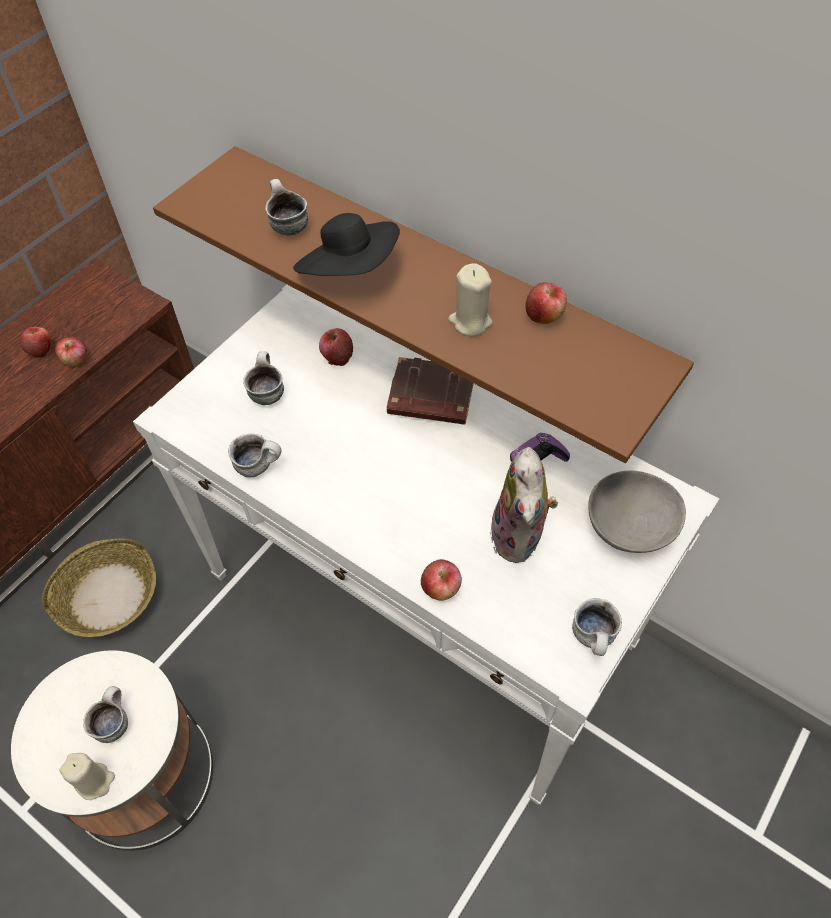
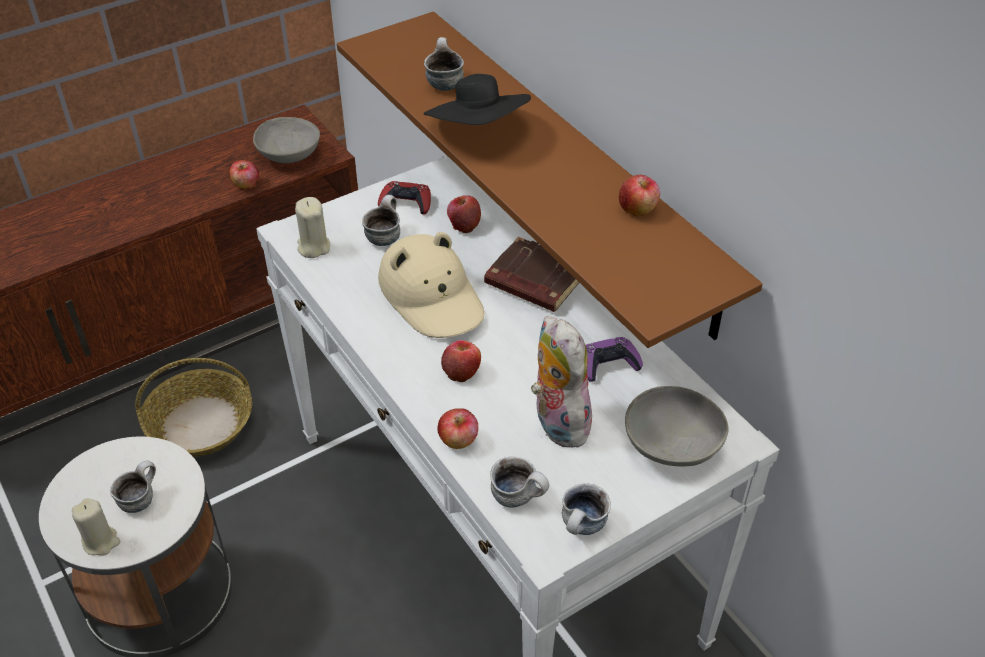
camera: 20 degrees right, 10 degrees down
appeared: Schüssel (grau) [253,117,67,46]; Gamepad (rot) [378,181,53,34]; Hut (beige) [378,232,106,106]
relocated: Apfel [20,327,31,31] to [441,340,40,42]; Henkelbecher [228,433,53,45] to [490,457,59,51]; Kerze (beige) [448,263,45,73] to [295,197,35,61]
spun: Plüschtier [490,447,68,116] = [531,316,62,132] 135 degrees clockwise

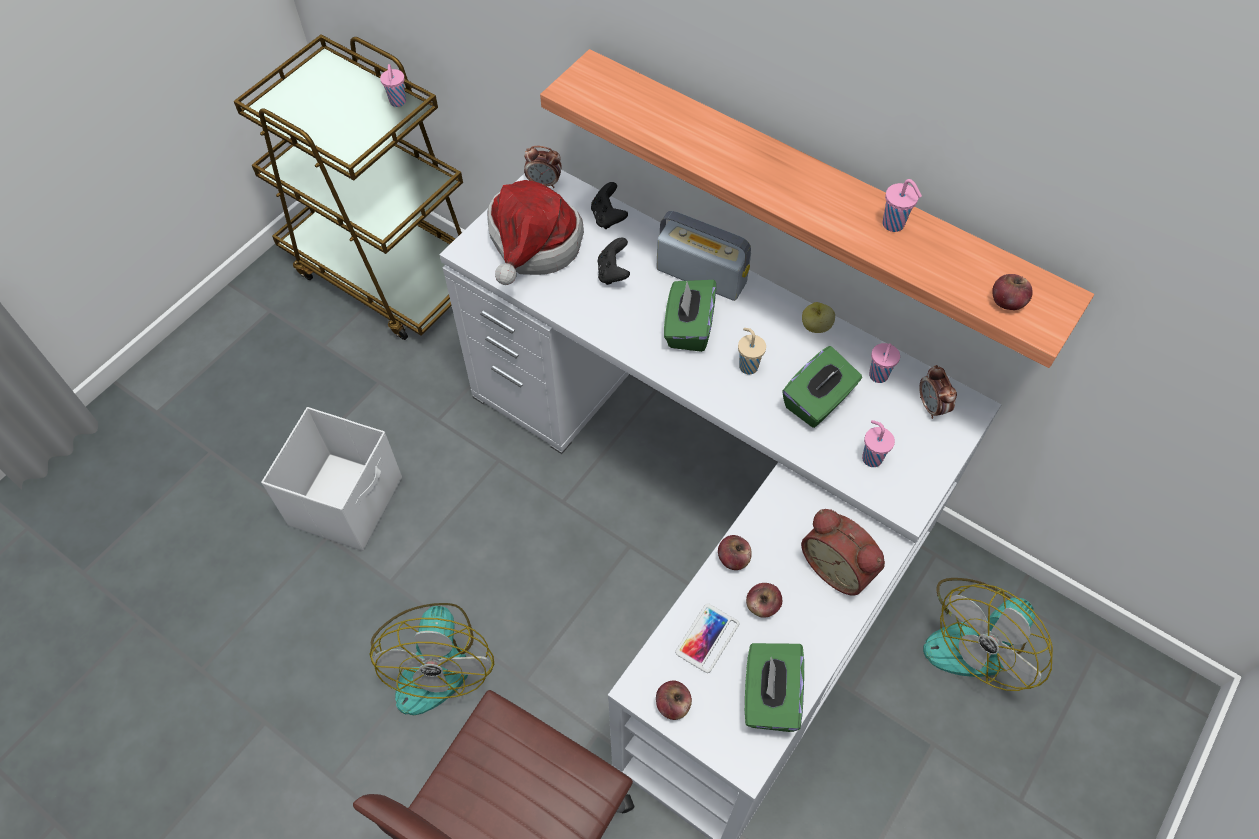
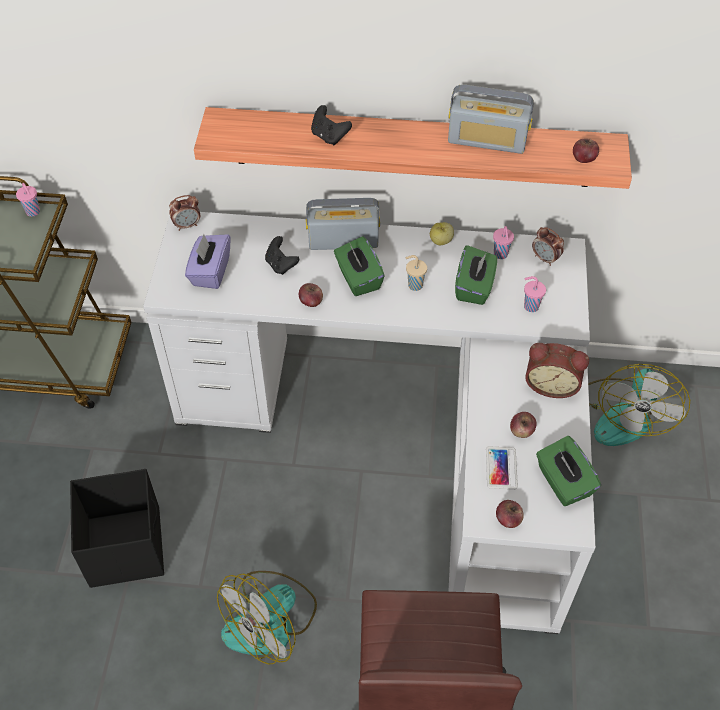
camera: 30 degrees left, 5 degrees down
relocated: Gamepad (schwarz) [591,182,37,47] to [311,105,41,40]; Apfel [718,535,34,35] to [299,283,24,24]
exchanged: Hut [487,180,97,105] to Taschentuchbox (lila) [185,234,45,55]; Tasse (rosa) [882,179,40,53] to Radio [448,85,86,69]
colour: Aufbewahrungsbox (weiß) [261,407,141,144] to Aufbewahrungsbox (schwarz) [70,469,94,119]
spun: Ventilator [370,603,124,112] = [217,571,100,94] 75 degrees clockwise

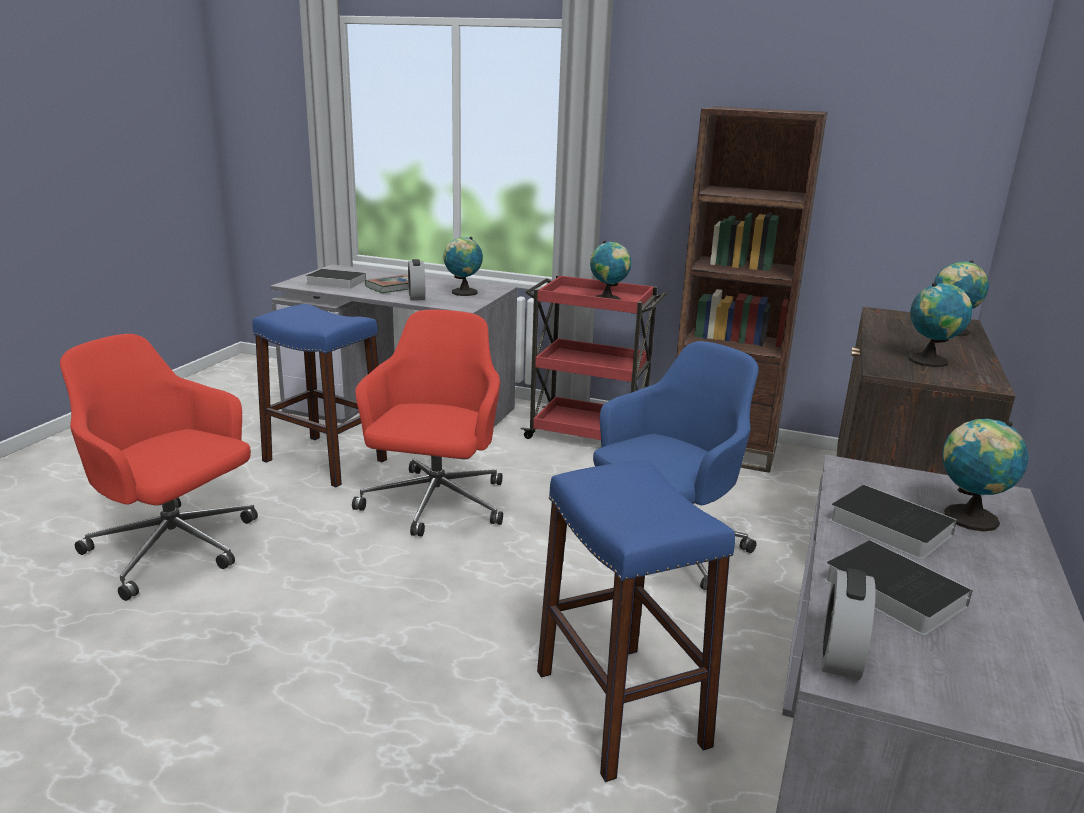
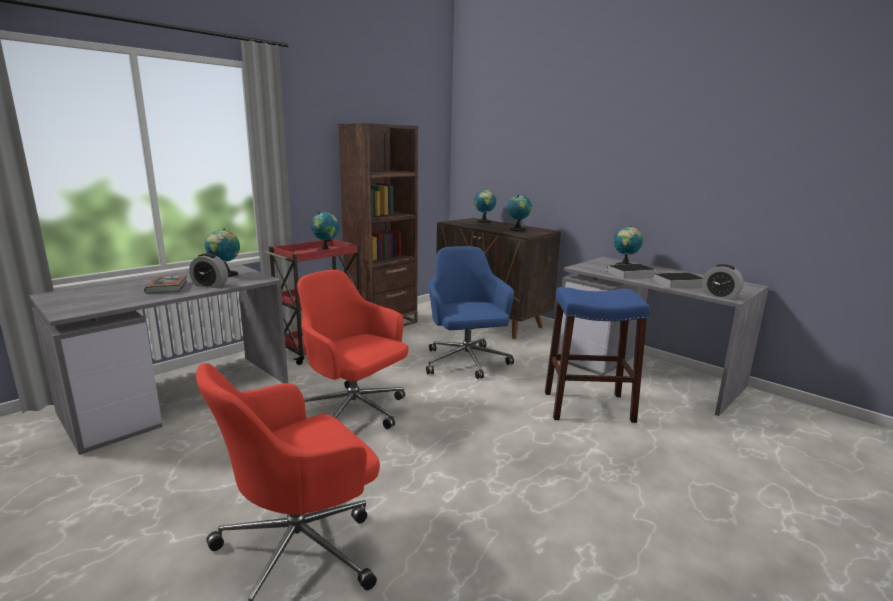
camera: 65 degrees left, 5 degrees down
missing: Hocker (blau) [252,304,135,183]; Buch [306,269,60,20]

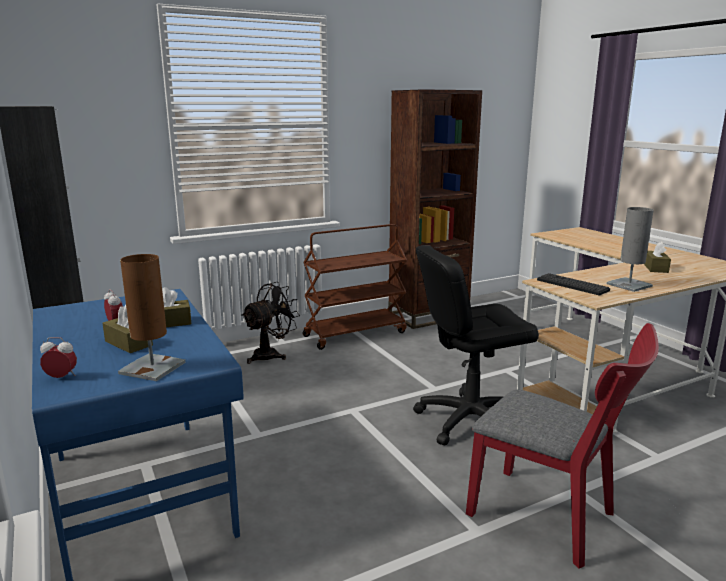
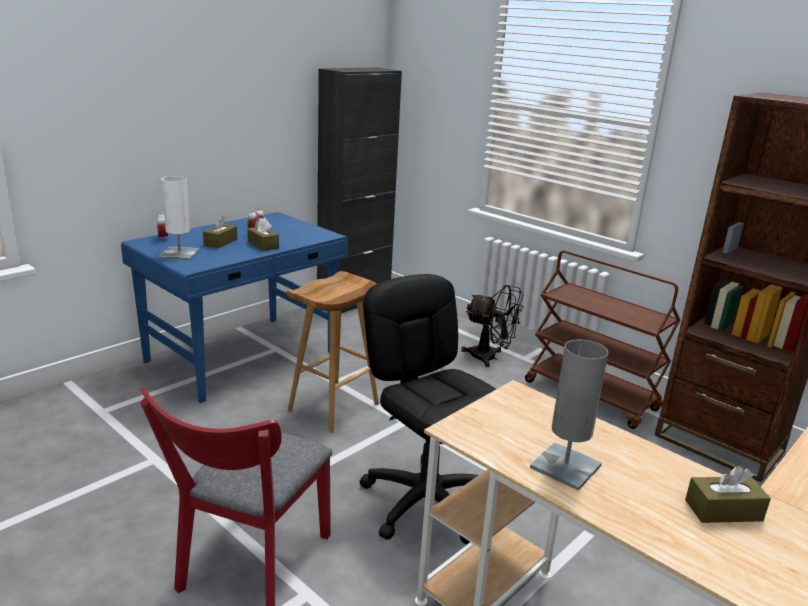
camera: 70 degrees right, 5 degrees up
missing: Tastatur [537,273,73,22]
appeared: Hocker (braun) [287,271,92,162]
colour: Tischlampe (braun) [118,254,67,127] to Tischlampe (weiß) [159,176,40,84]

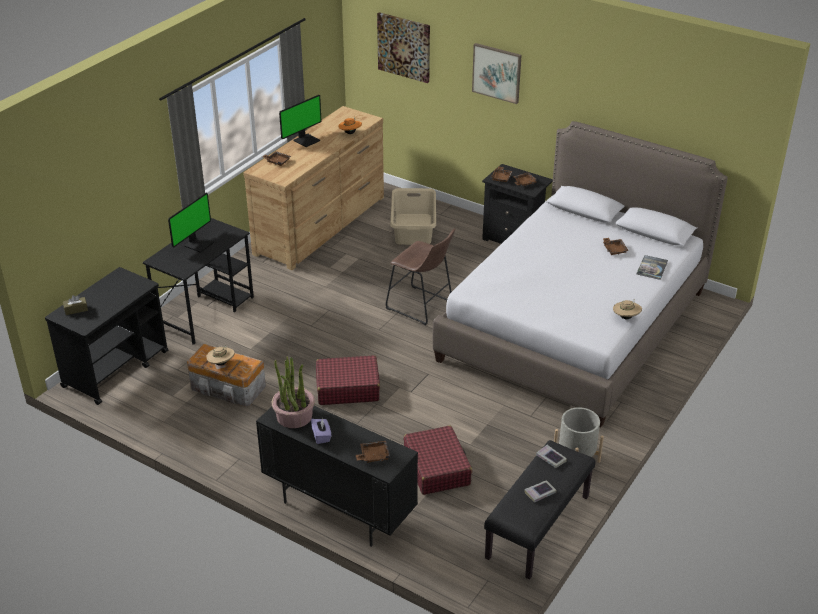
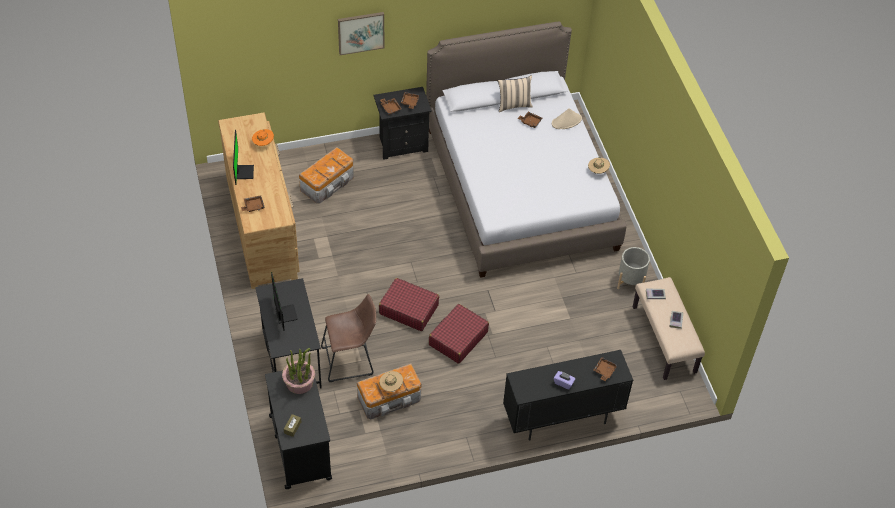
camera: 50 degrees left, 15 degrees up
missing: Bild [377,12,53,71]
appeared: Kissen (beige) [498,75,35,37]
relocated: Topfpflanze [272,357,43,71] to [282,348,33,46]; Hocker (braun) [386,228,69,97] to [321,294,55,88]; Koffer (rot) [404,425,68,70] to [379,278,60,53]
exchanged: Wäschekorb (beige) [390,188,46,57] to Aufbewahrungsbox [299,147,55,57]; Buch [636,255,32,25] to Hut (beige) [552,108,30,21]
colour: Bank (schwarz) [484,440,111,140] to Bank (beige) [633,277,72,103]

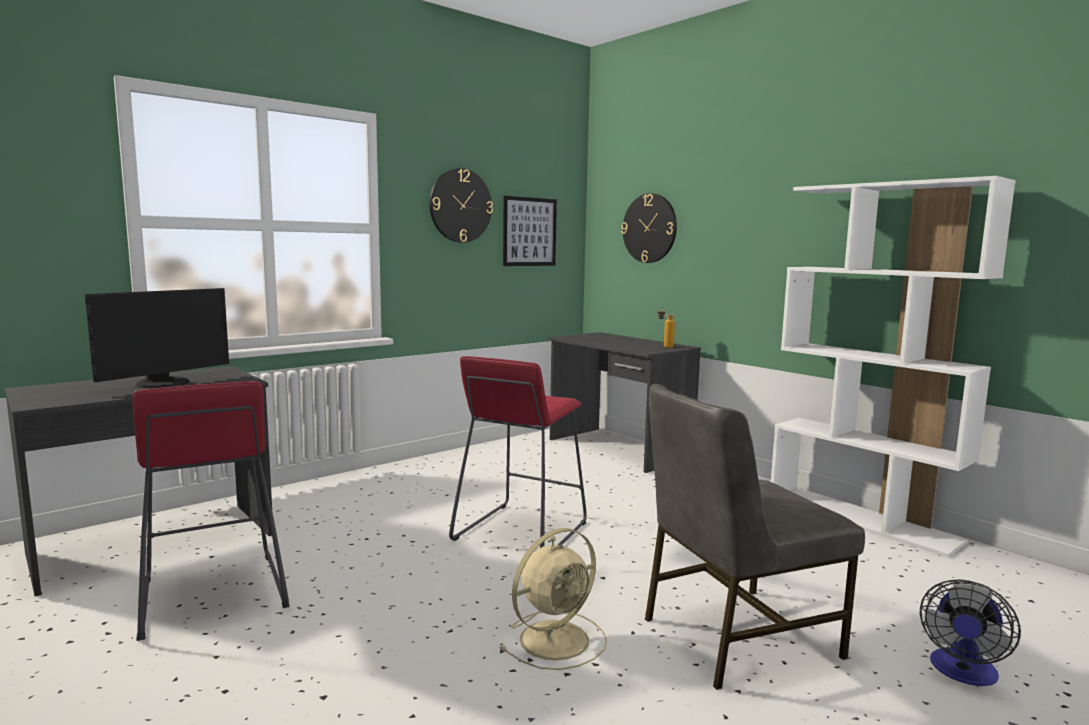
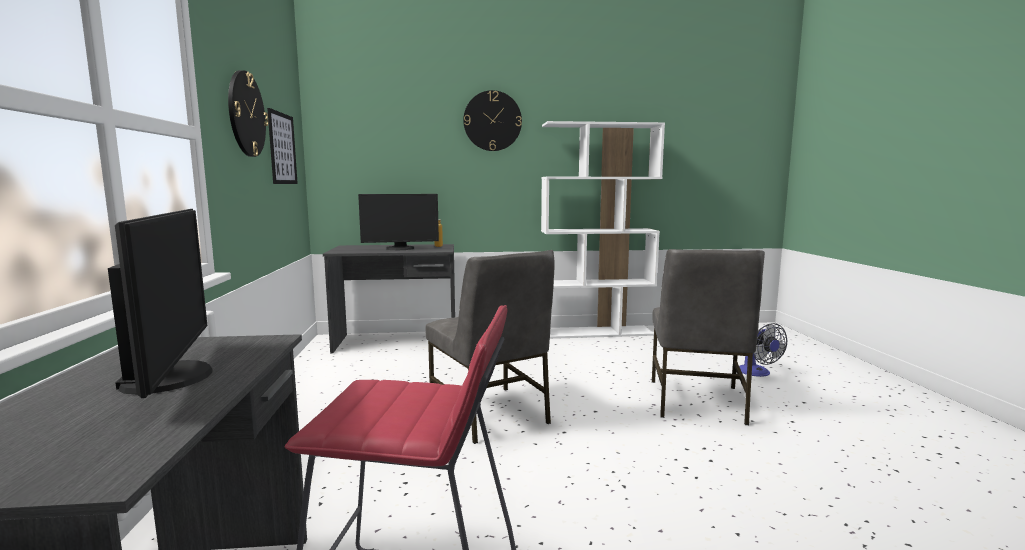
camera: 55 degrees left, 0 degrees up
missing: Ventilator (beige) [500,528,107,142]
appeared: Monitor [358,194,81,56]
relocated: Wanduhr [621,193,56,70] to [463,90,59,61]
exchanged: Hocker (rot) [449,356,138,192] to Stuhl (grau) [425,250,130,194]

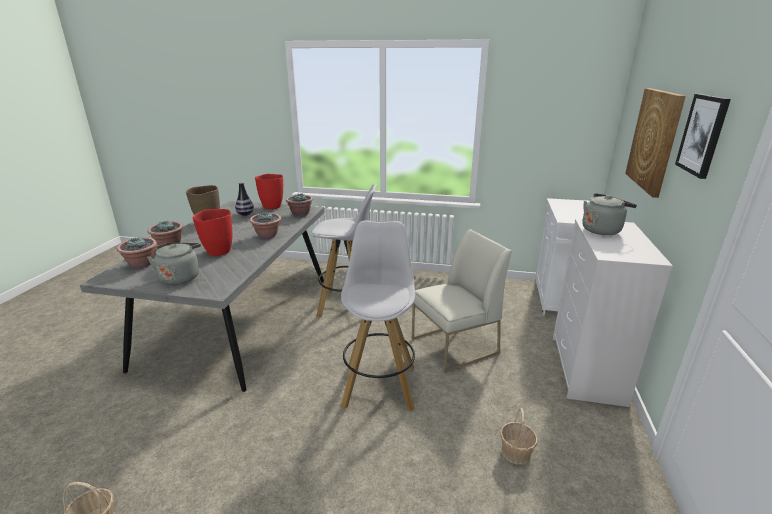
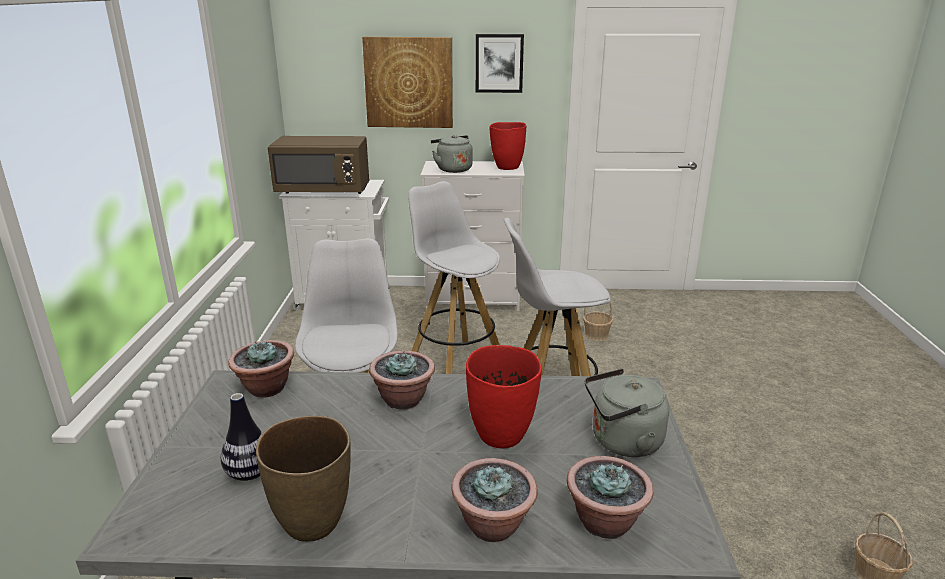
camera: 100 degrees left, 0 degrees up
appeared: Mikrowelle (braun) [268,136,102,58]
relocated: Vase (rot) [255,174,28,35] to [489,122,37,48]
exchanged: Stuhl (weiß) [412,229,100,144] to Hocker (weiß) [408,181,92,193]

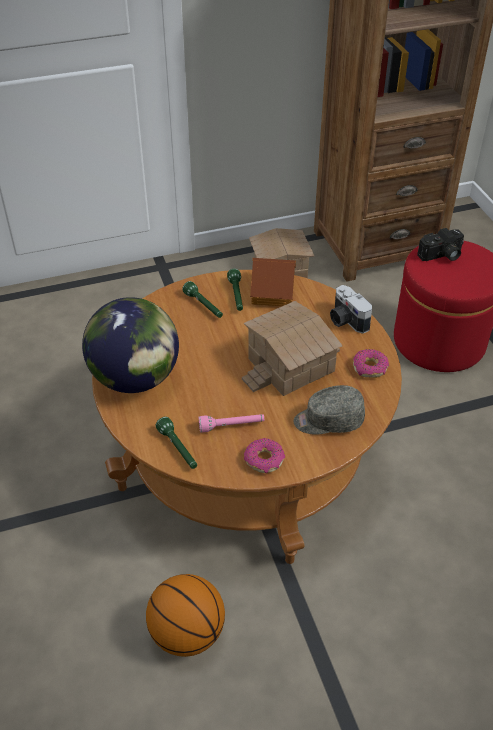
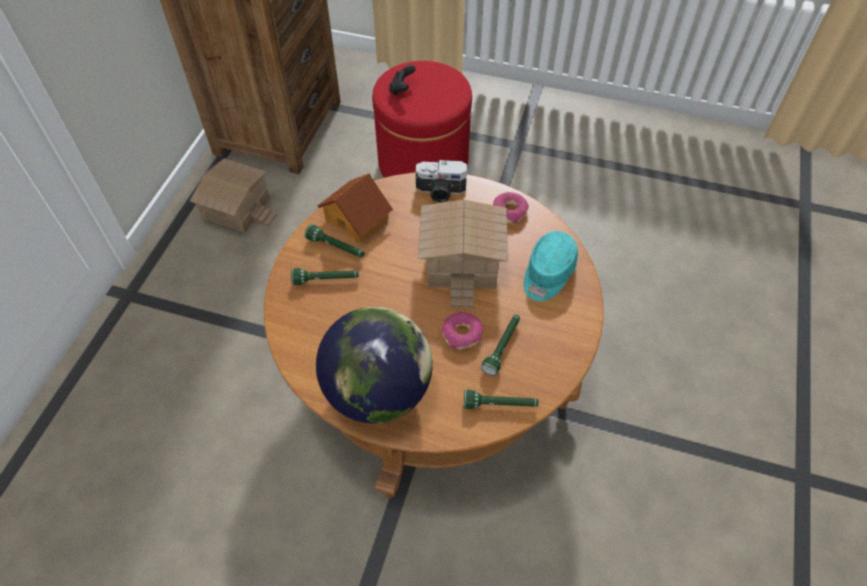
camera: 55 degrees left, 10 degrees up
missing: Basketball [146,574,79,83]
relocated: Donut [244,438,41,35] to [442,312,41,37]
exchanged: Kamera [417,228,47,33] to Gamepad (schwarz) [389,65,27,30]
colour: Taschenlampe (rosa) [198,414,66,18] to Taschenlampe (grün) [481,315,39,61]; Kappe (grau) [294,385,71,50] to Kappe (türkis) [524,231,54,70]

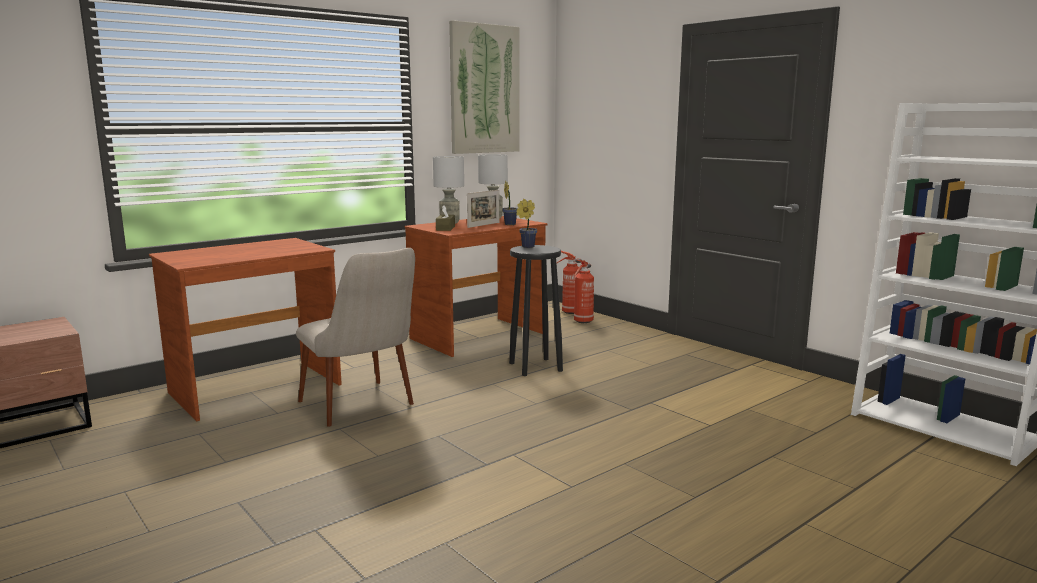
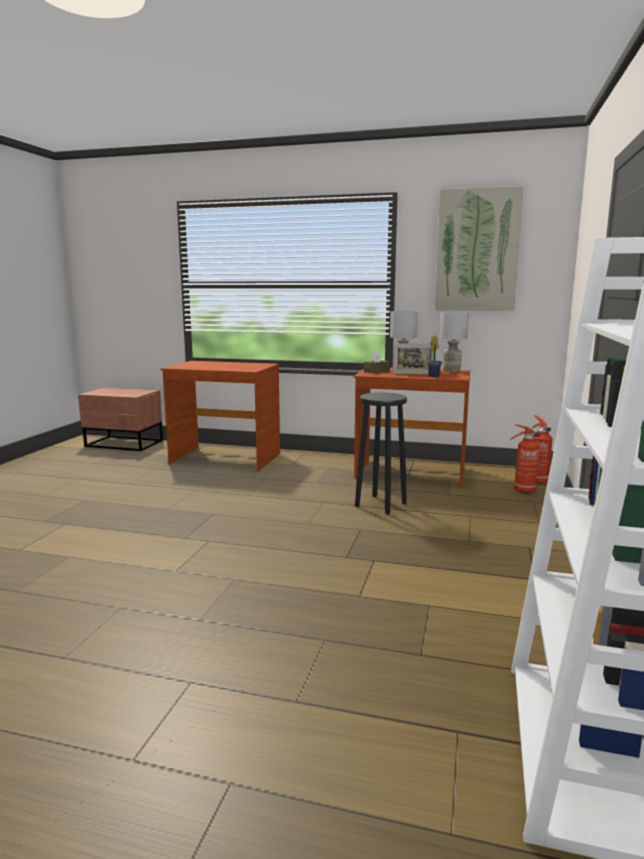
camera: 55 degrees right, 0 degrees up
missing: Stuhl (beige) [296,248,119,179]; Topfpflanze [516,199,21,49]

